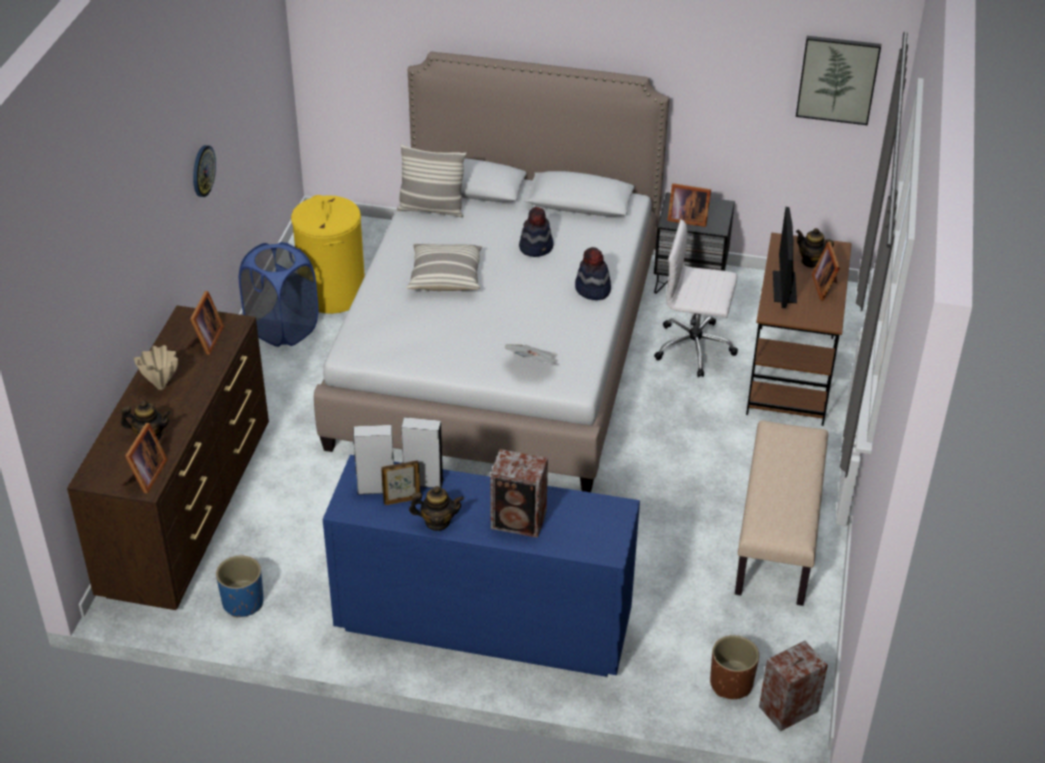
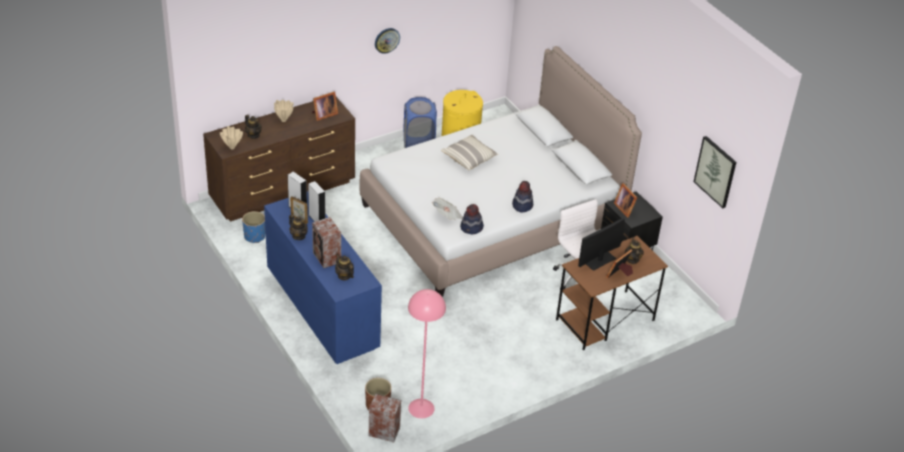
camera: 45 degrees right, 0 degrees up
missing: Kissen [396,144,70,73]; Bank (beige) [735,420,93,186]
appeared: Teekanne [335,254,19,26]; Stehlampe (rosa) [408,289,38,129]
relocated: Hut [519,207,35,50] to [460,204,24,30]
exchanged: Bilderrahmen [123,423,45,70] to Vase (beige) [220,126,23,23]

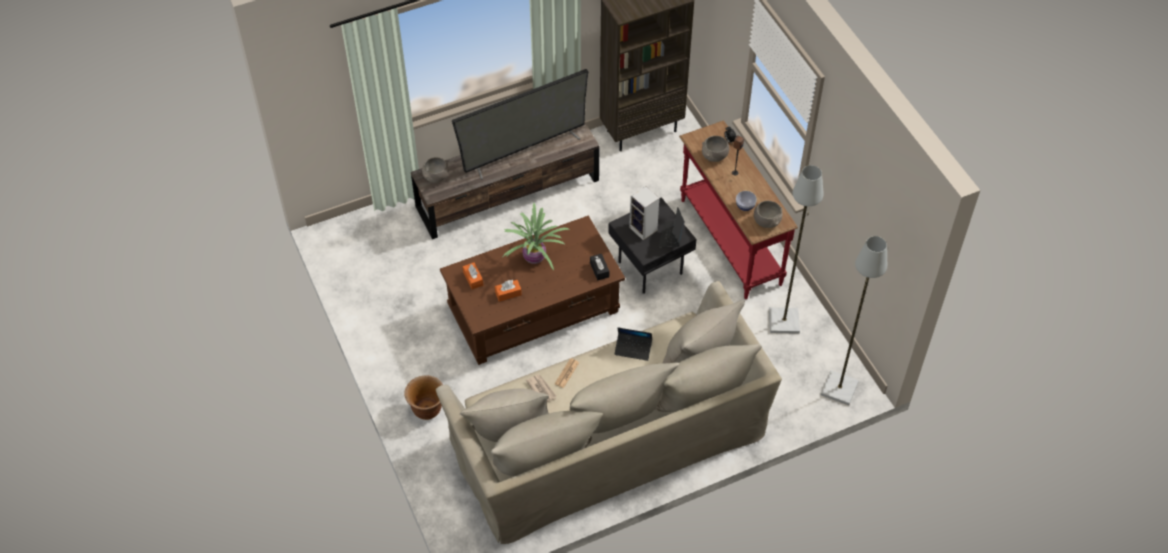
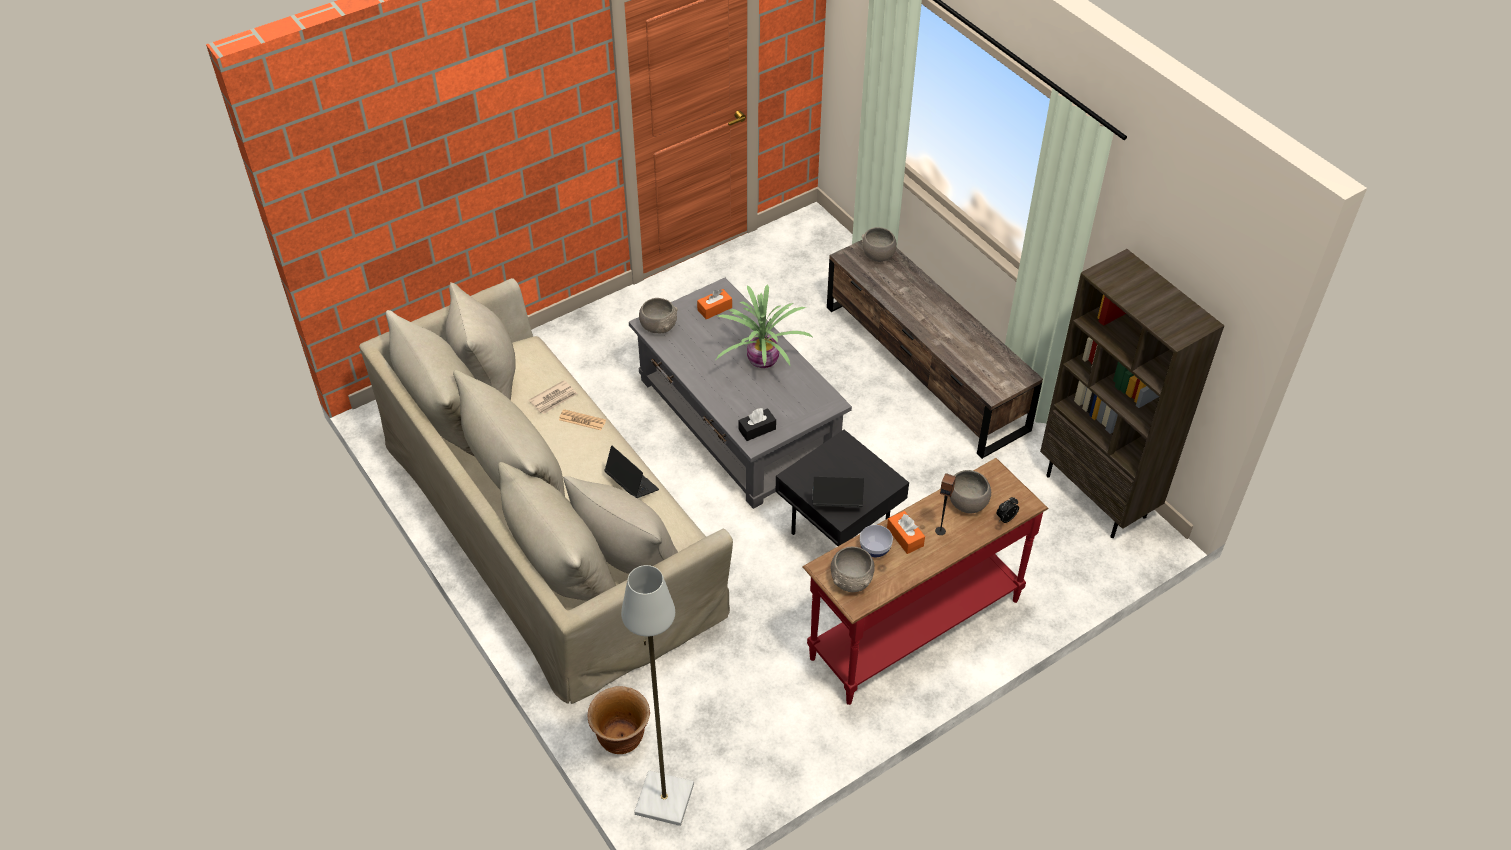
camera: 80 degrees right, 5 degrees down
missing: Fernseher [452,69,136,111]; Lautsprecher [629,186,30,54]; Stehlampe (grau) [769,165,54,169]
appeared: Schüssel (grau) [639,298,39,35]
relocated: Pflanzkübel (braun) [404,375,39,45] to [588,686,62,68]; Taschentuchbox (orange) [495,280,27,22] to [887,511,38,43]
colour: Couchtisch (braun) [440,216,185,149] to Couchtisch (grau) [629,278,223,231]
spun: Laptop [614,327,38,34] = [604,445,55,53] 135 degrees clockwise

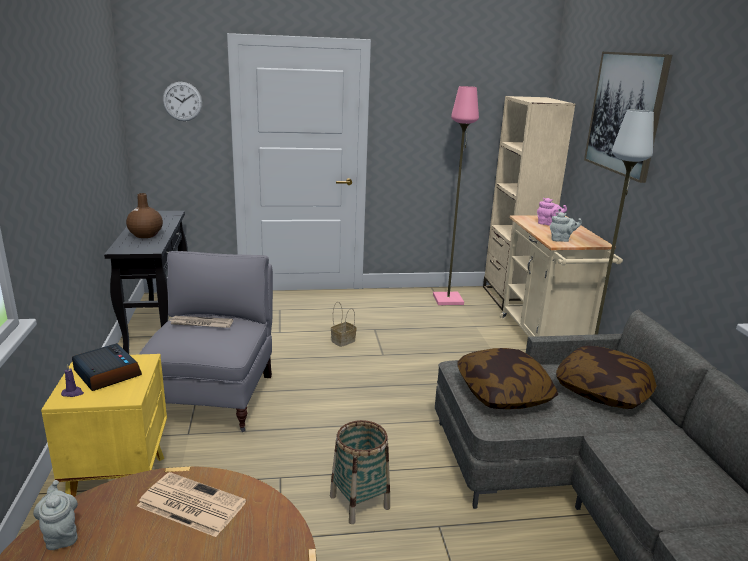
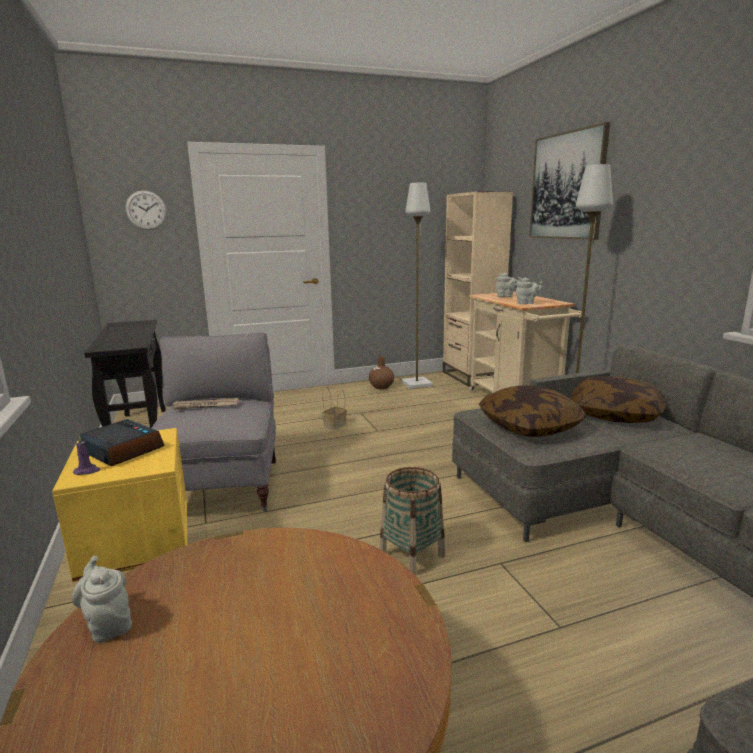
camera: 10 degrees left, 5 degrees down
missing: Zeitung [137,472,109,65]
relocated: Vase (braun) [126,193,37,45] to [369,356,25,33]
colour: Stehlampe (rosa) [433,86,46,219] to Stehlampe (grau) [402,183,31,206]; Teekanne (rosa) [537,198,30,28] to Teekanne (grau) [495,273,27,24]

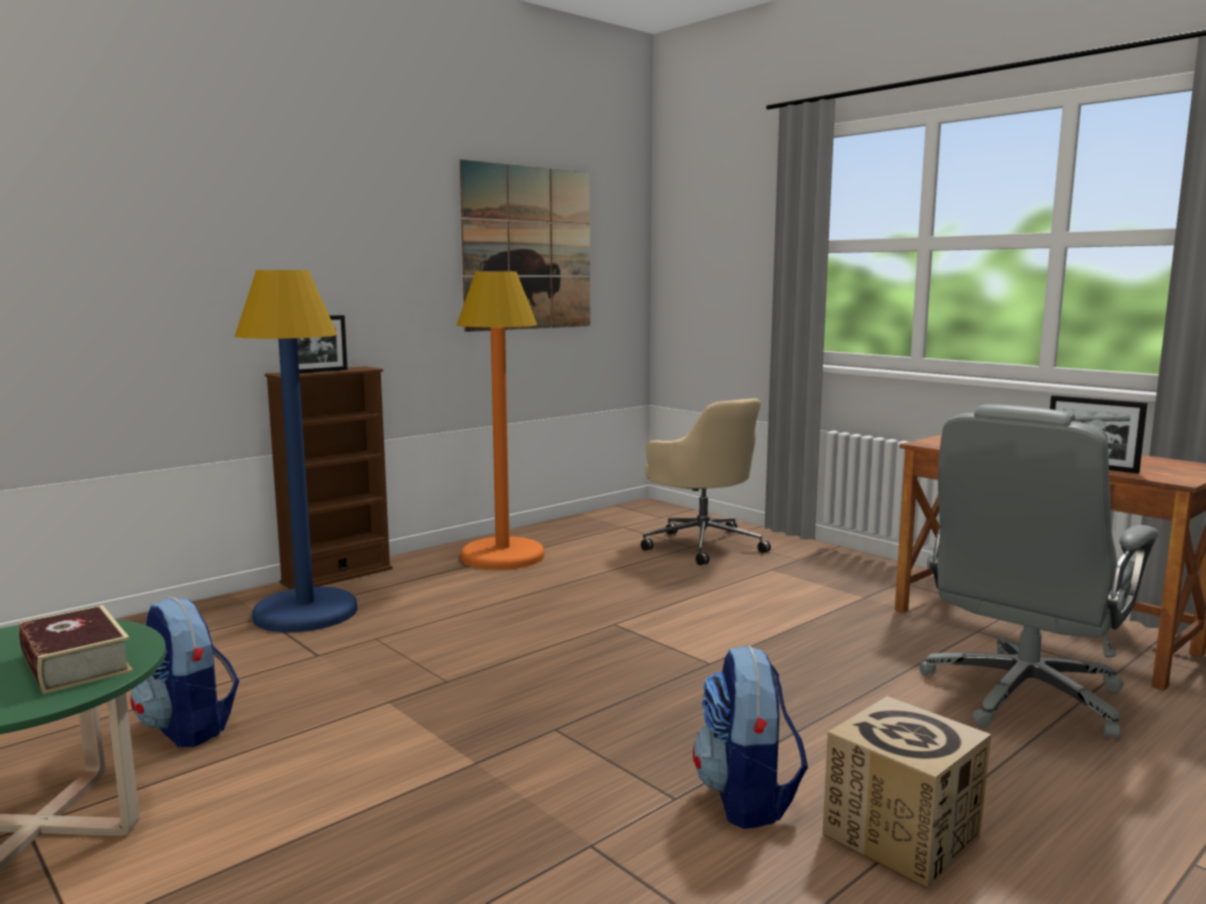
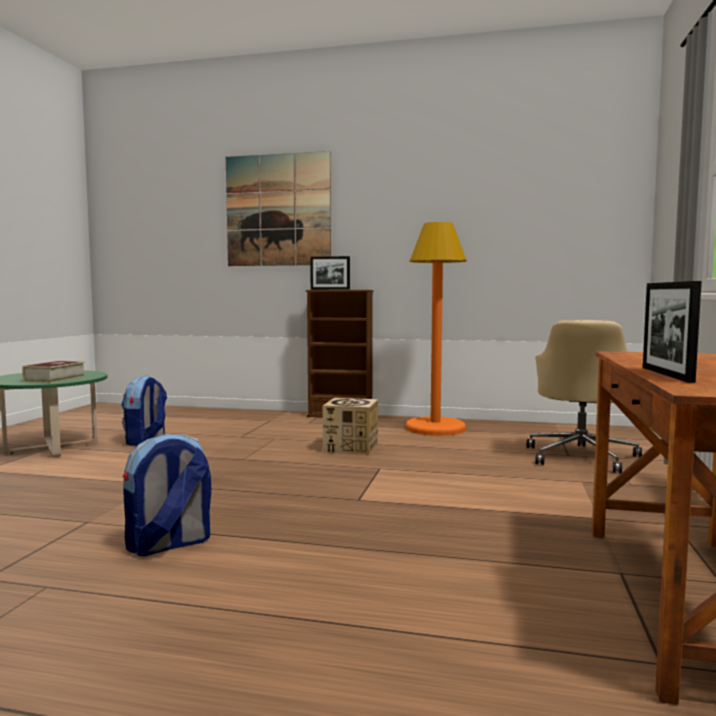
camera: 55 degrees right, 5 degrees down
missing: Stehlampe (blau) [234,270,124,362]; Bürostuhl (grau) [919,404,240,336]
relocated: Bild [460,160,130,172] to [226,151,105,115]; Karton [822,696,169,193] to [323,398,55,57]

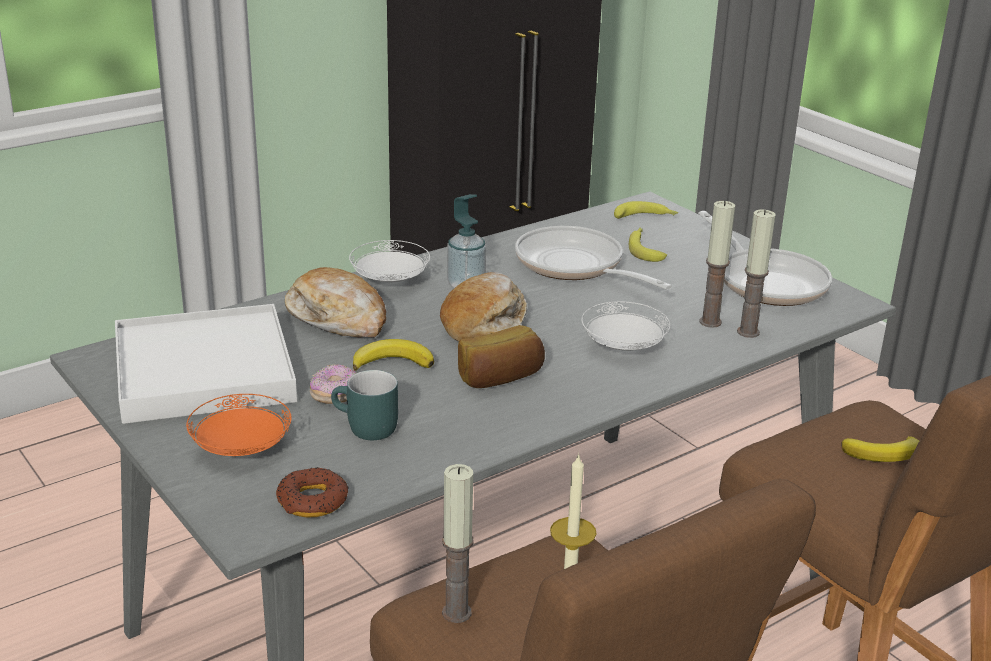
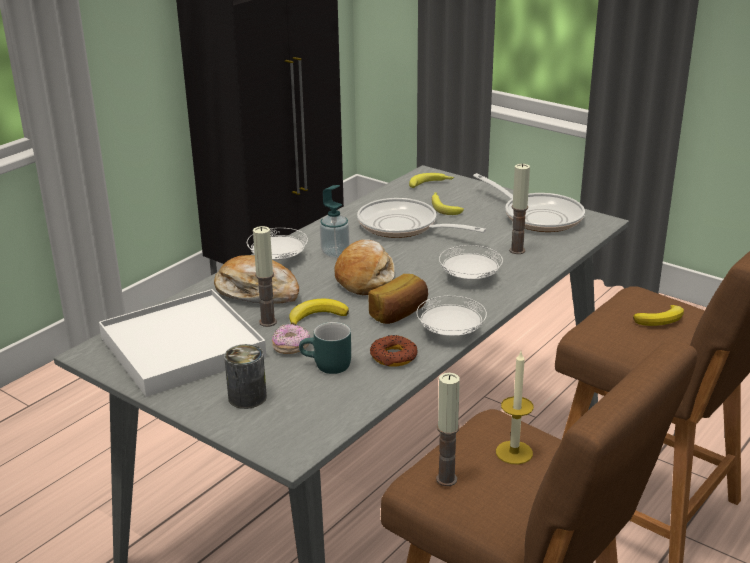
camera: 15 degrees left, 0 degrees up
appeared: Teller (weiß) [416,296,71,40]
relocated: Donut [276,467,73,50] to [370,335,48,32]; Kerze [737,210,39,128] to [253,226,24,101]
exchanged: Teller (orange) [186,394,106,62] to Dose [224,344,43,65]

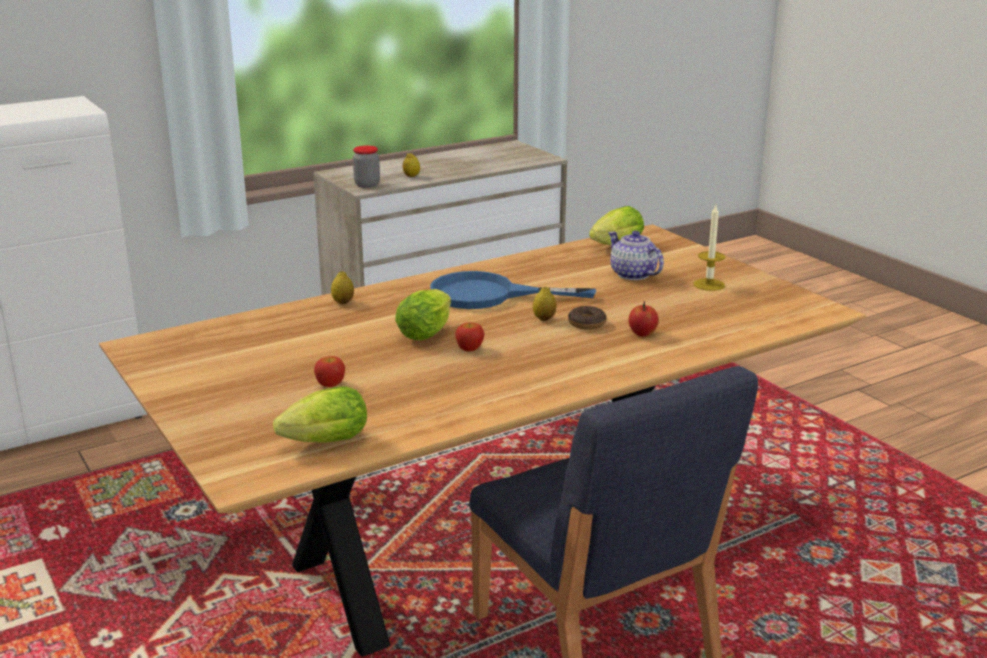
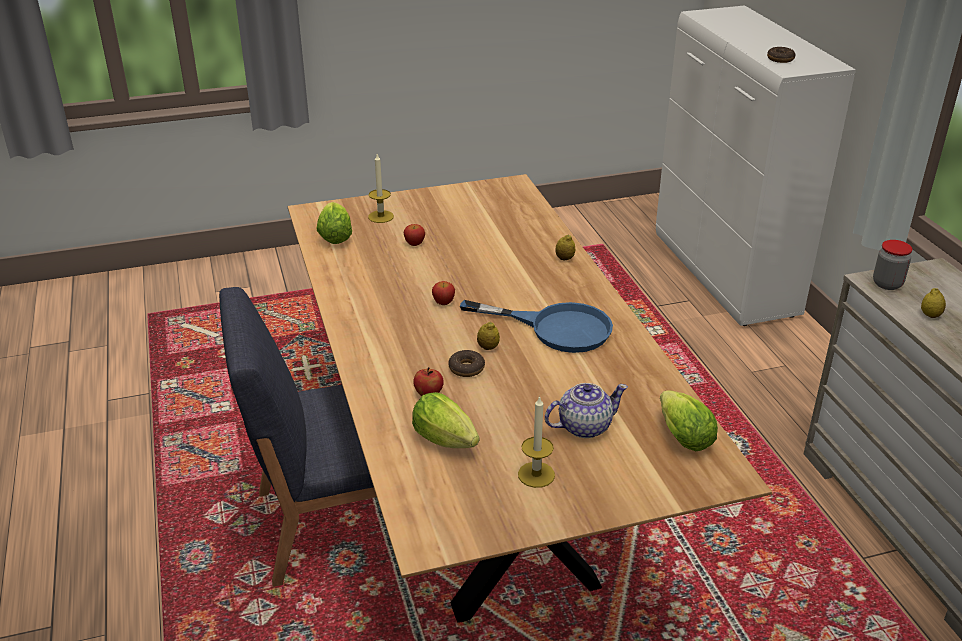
camera: 105 degrees right, 10 degrees up
appeared: Kerze [368,154,26,69]; Donut [767,47,29,16]
relocated: Salatkopf [395,289,56,51] to [412,392,67,56]
spun: Pfanne (blau) [430,271,166,38] = [460,300,153,53] 90 degrees clockwise

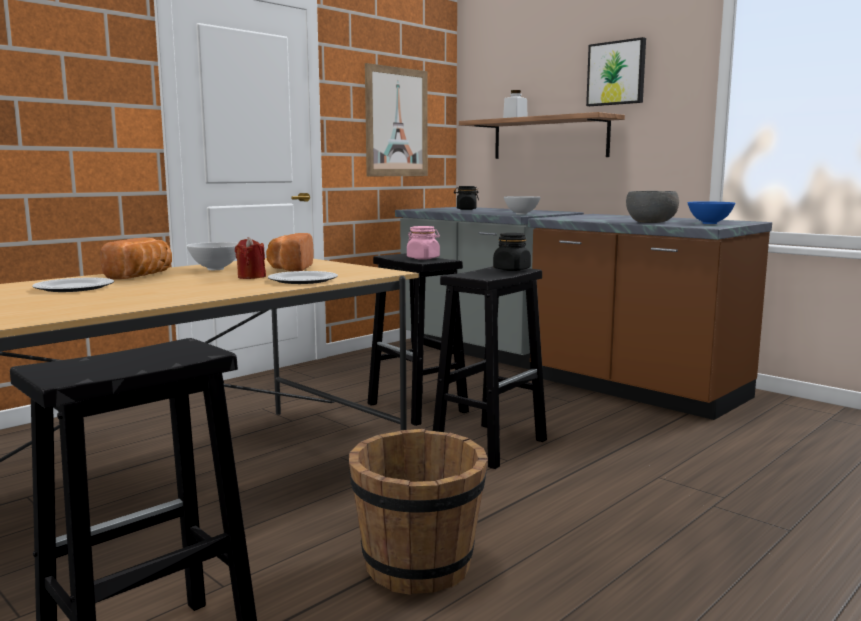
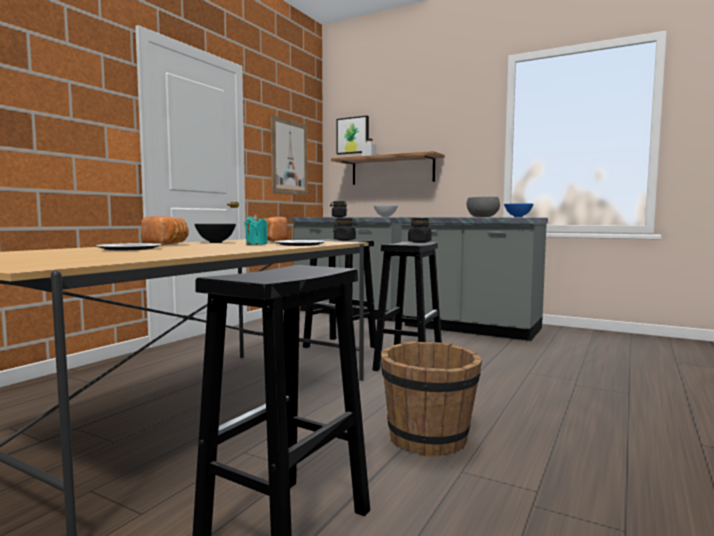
camera: 15 degrees left, 5 degrees down
relocated: Bild [586,37,60,69] to [336,115,33,40]
colour: Schüssel (weiß) [187,242,51,28] to Schüssel (schwarz) [194,224,42,19]; Kerze (rot) [235,237,31,42] to Kerze (türkis) [245,214,23,31]; Vorratsglas (rosa) [407,226,33,33] to Vorratsglas (schwarz) [333,218,24,23]; Küchenzeile (braun) [528,214,244,206] to Küchenzeile (grau) [399,217,149,124]

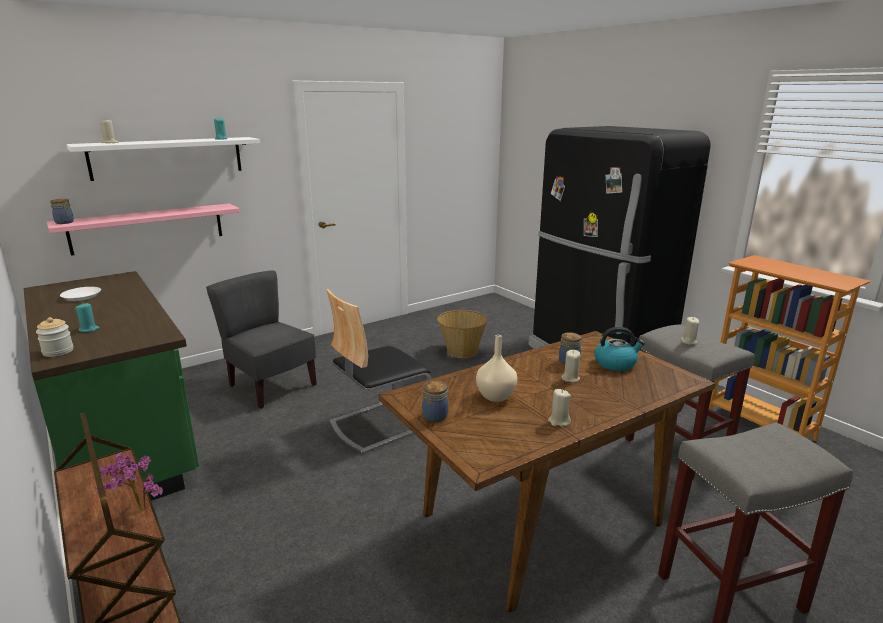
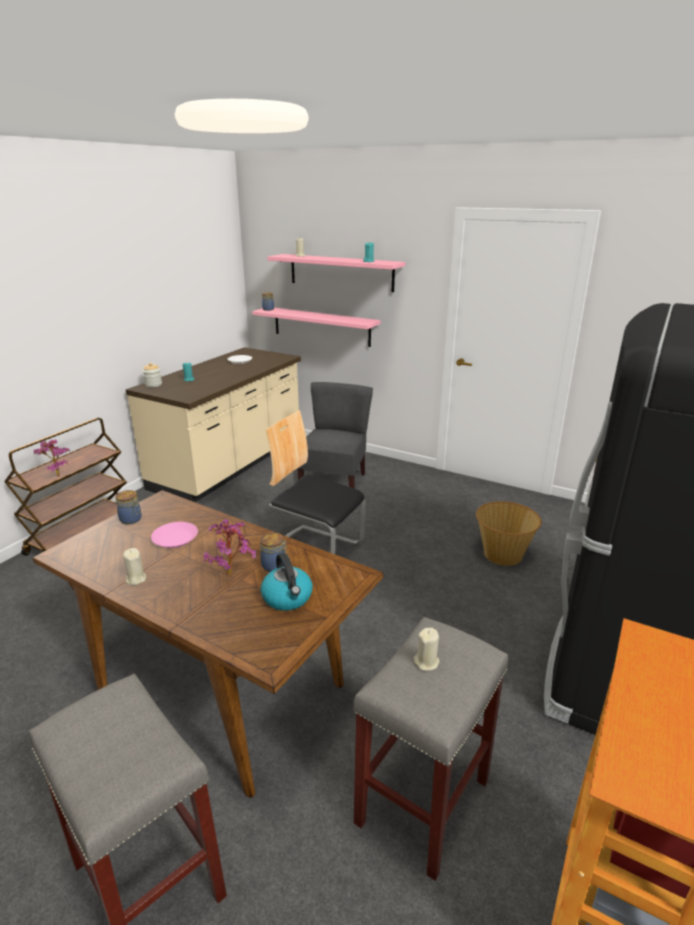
camera: 65 degrees right, 5 degrees up
exchanged: Vase (beige) [476,335,41,67] to Teller (rosa) [151,522,47,26]; Kerze (beige) [562,350,18,33] to Topfpflanze [203,519,53,56]
colour: Küchenzeile (grün) [24,271,175,230] to Küchenzeile (beige) [126,347,175,155]; Wandregal (weiß) [66,137,194,44] to Wandregal (rosa) [267,254,138,38]

